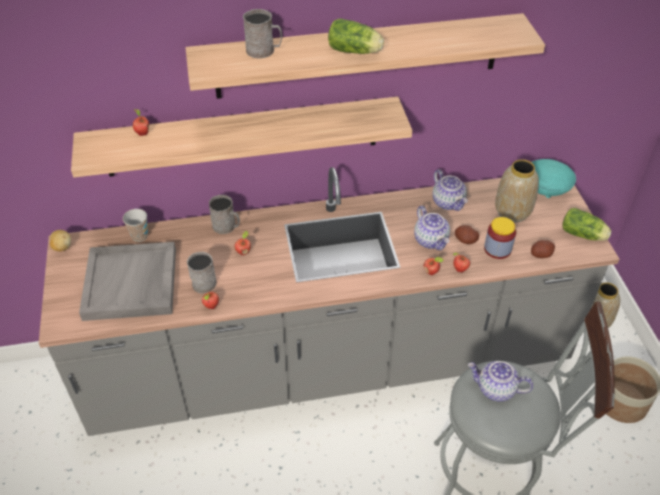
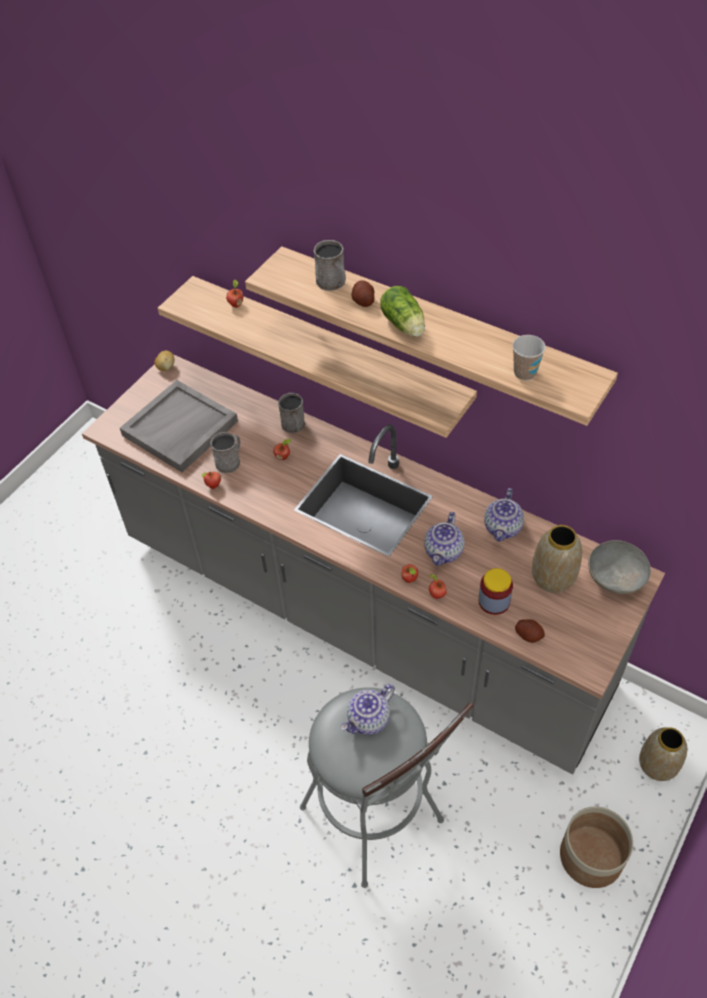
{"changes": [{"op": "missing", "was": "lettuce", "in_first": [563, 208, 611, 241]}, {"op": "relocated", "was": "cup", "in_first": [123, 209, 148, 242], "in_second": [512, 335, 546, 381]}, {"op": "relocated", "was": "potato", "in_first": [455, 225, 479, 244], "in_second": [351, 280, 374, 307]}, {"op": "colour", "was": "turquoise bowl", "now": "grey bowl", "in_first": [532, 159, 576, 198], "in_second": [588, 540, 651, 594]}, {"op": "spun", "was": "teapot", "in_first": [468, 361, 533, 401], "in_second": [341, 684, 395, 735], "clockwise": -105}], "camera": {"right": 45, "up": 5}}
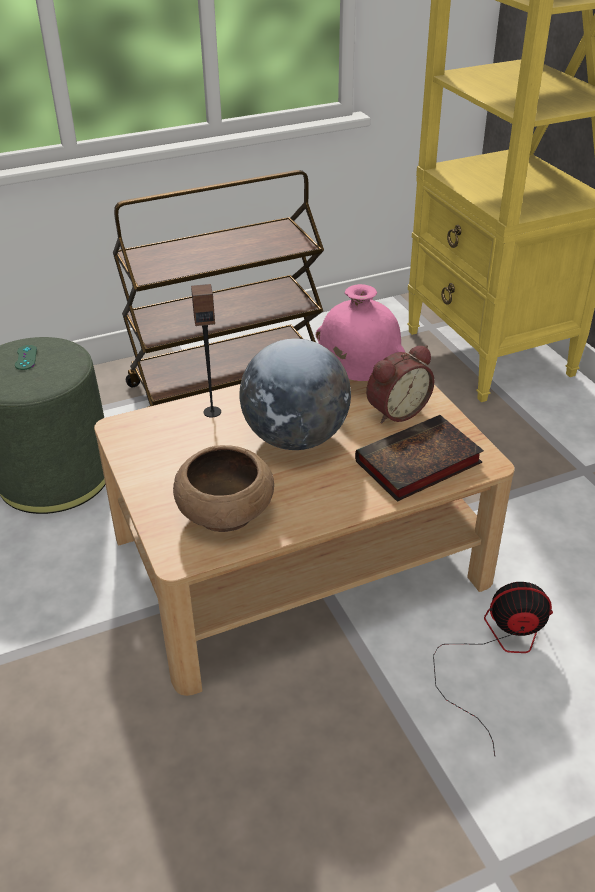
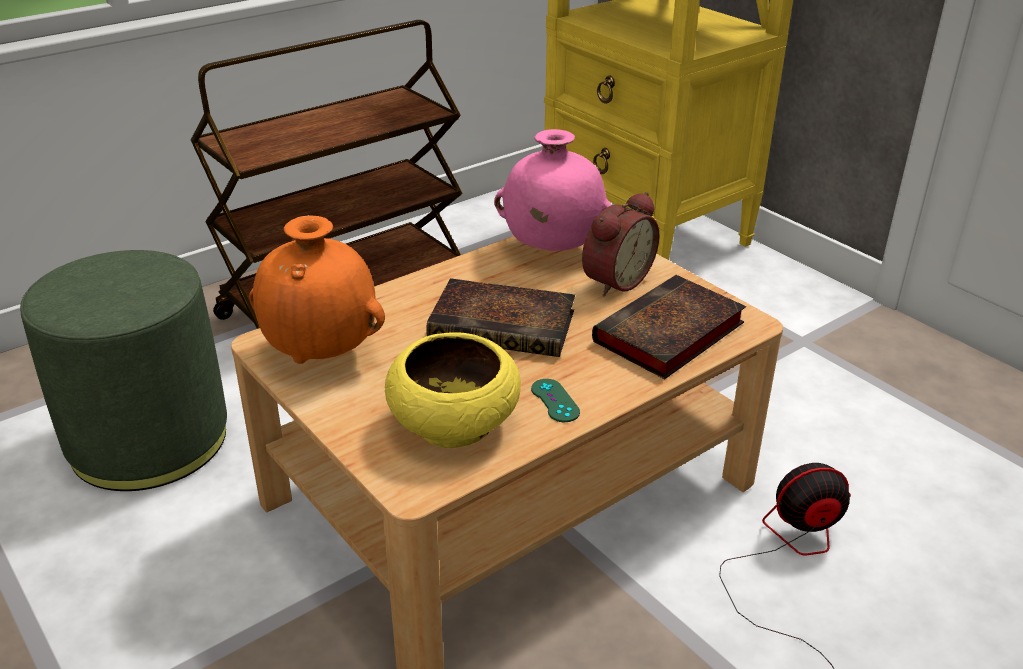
{"changes": [{"op": "missing", "was": "speaker", "in_first": [191, 284, 221, 417]}, {"op": "appeared", "now": "orange vase", "in_second": [249, 215, 385, 364]}, {"op": "relocated", "was": "green game controller", "in_first": [15, 345, 37, 370], "in_second": [531, 379, 580, 422]}, {"op": "exchanged", "was": "globe", "now": "book", "in_first": [239, 338, 351, 450], "in_second": [426, 278, 575, 357]}, {"op": "colour", "was": "brown bowl", "now": "yellow bowl", "in_first": [173, 445, 274, 532], "in_second": [385, 332, 521, 448]}], "camera": {"right": -15, "up": -5}}
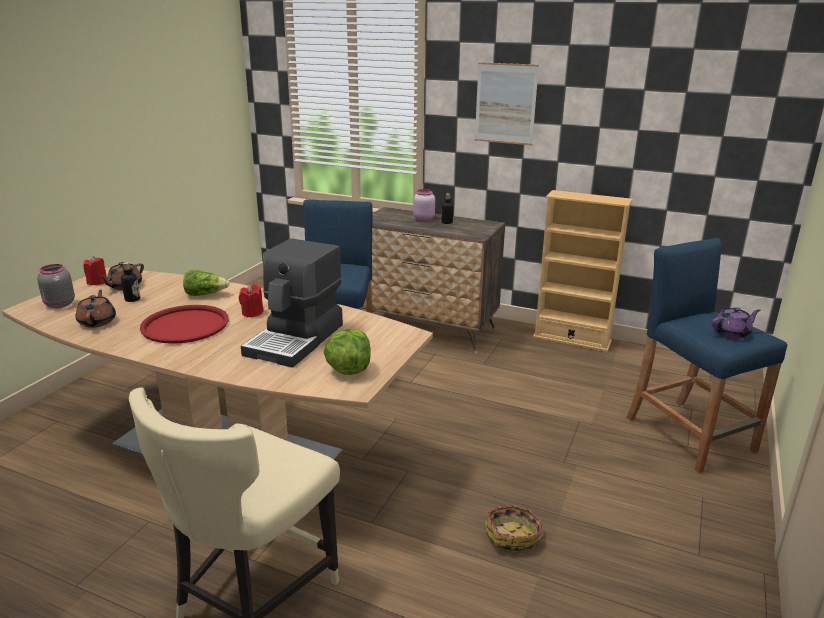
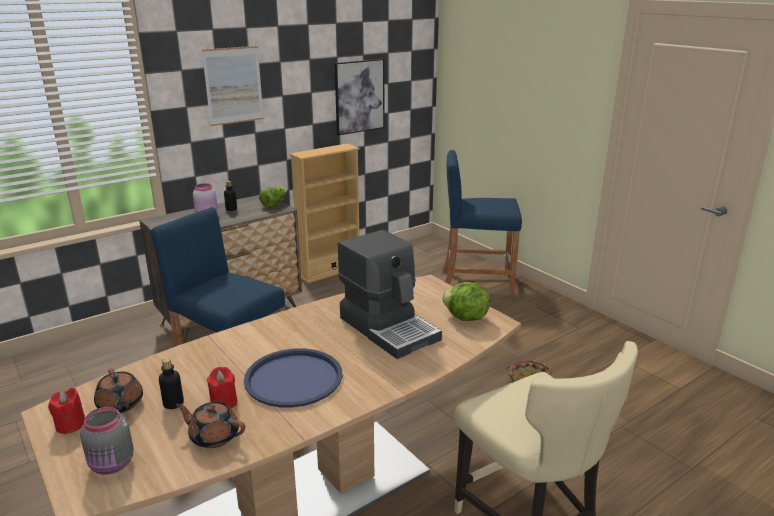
{"changes": [{"op": "missing", "was": "purple teapot", "in_first": [712, 307, 760, 338]}, {"op": "appeared", "now": "picture", "in_second": [335, 59, 384, 135]}, {"op": "relocated", "was": "lettuce", "in_first": [183, 270, 229, 296], "in_second": [259, 187, 287, 208]}, {"op": "relocated", "was": "red candle", "in_first": [239, 284, 264, 317], "in_second": [206, 367, 237, 408]}, {"op": "colour", "was": "red tray", "now": "blue tray", "in_first": [140, 305, 229, 344], "in_second": [244, 348, 343, 408]}], "camera": {"right": -60, "up": 0}}
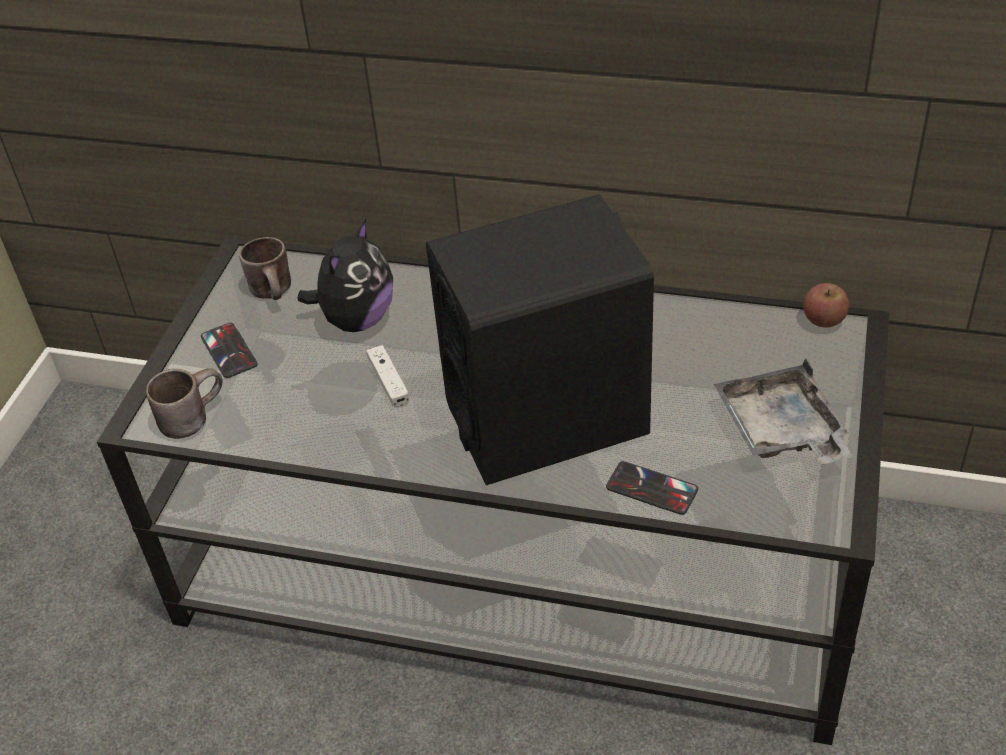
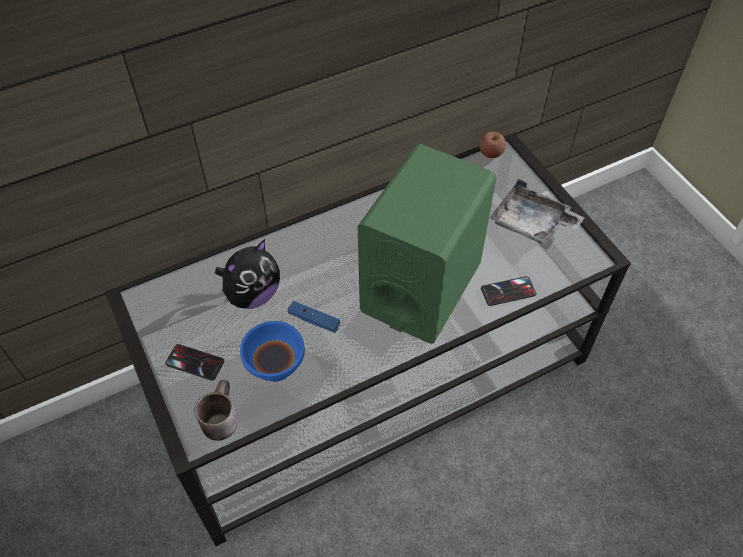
{"changes": [{"op": "missing", "was": "brown mug", "in_first": [239, 237, 291, 300]}, {"op": "appeared", "now": "blue bowl", "in_second": [240, 321, 305, 382]}, {"op": "colour", "was": "white game controller", "now": "blue game controller", "in_first": [366, 345, 410, 408], "in_second": [288, 301, 340, 333]}, {"op": "colour", "was": "black speaker", "now": "green speaker", "in_first": [426, 195, 654, 485], "in_second": [358, 144, 497, 344]}, {"op": "spun", "was": "plush toy", "in_first": [297, 218, 393, 332], "in_second": [215, 239, 280, 309], "clockwise": 60}], "camera": {"right": -45, "up": 10}}
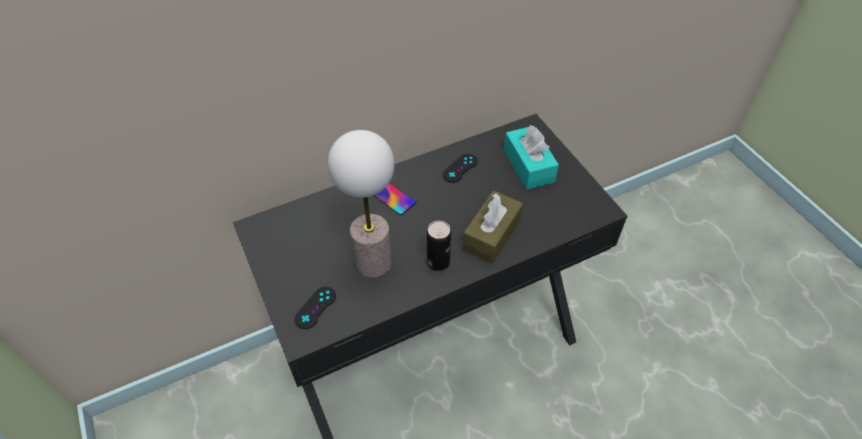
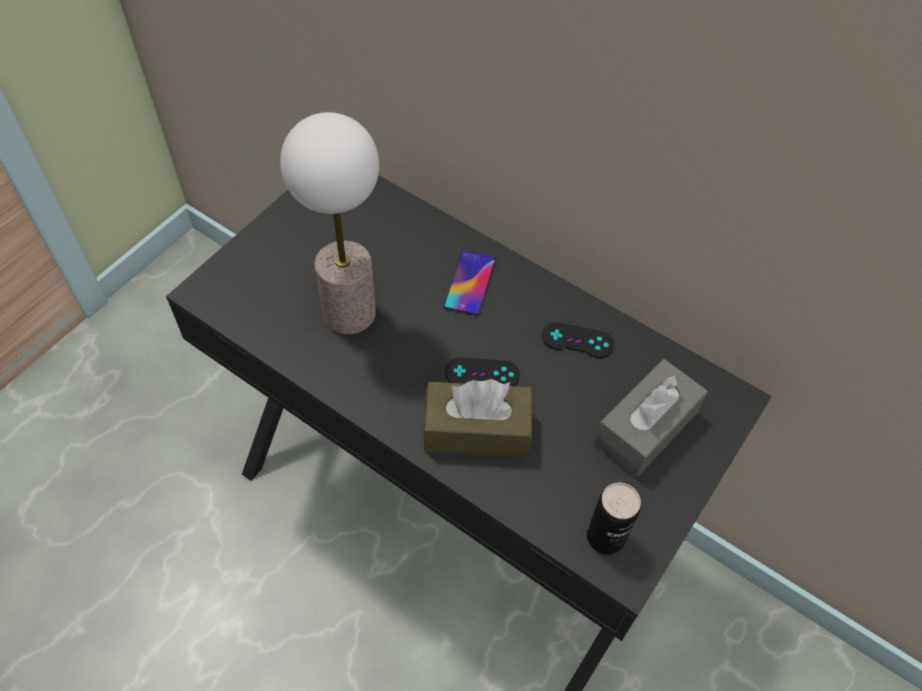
{"changes": [{"op": "relocated", "was": "black game controller", "in_first": [294, 287, 336, 329], "in_second": [445, 357, 520, 386]}, {"op": "relocated", "was": "can", "in_first": [427, 221, 451, 271], "in_second": [587, 483, 641, 555]}, {"op": "colour", "was": "turquoise tissue box", "now": "grey tissue box", "in_first": [504, 125, 559, 190], "in_second": [594, 359, 708, 477]}], "camera": {"right": 60, "up": 5}}
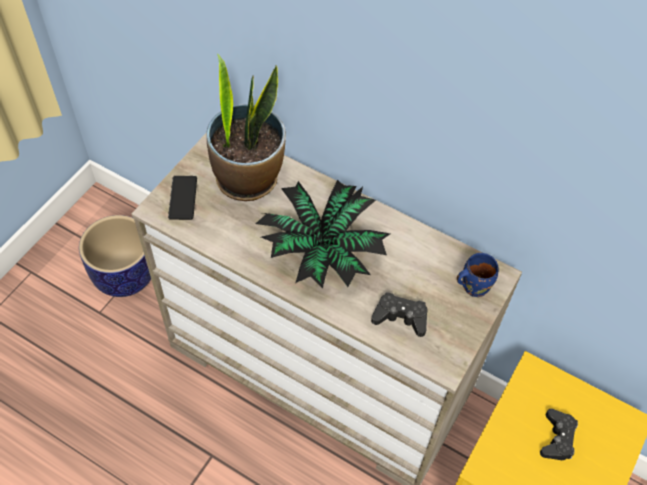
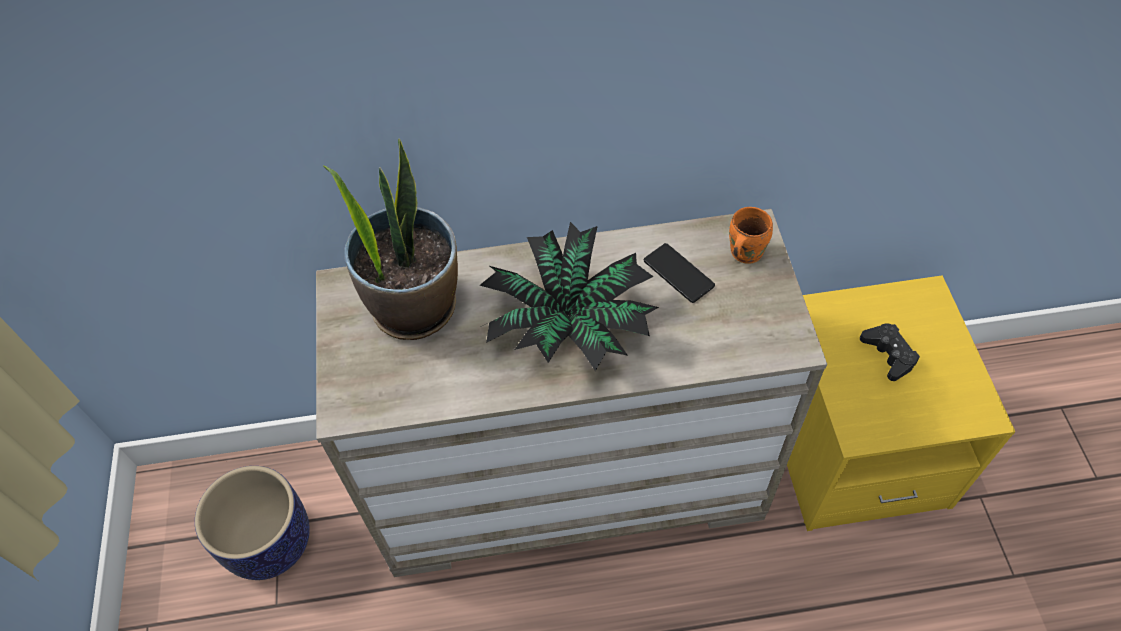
{"changes": [{"op": "missing", "was": "black game controller", "in_first": [371, 292, 428, 337]}, {"op": "relocated", "was": "phone", "in_first": [168, 176, 197, 220], "in_second": [644, 243, 715, 303]}, {"op": "colour", "was": "blue mug", "now": "orange mug", "in_first": [457, 253, 498, 297], "in_second": [729, 207, 773, 264]}], "camera": {"right": -35, "up": 0}}
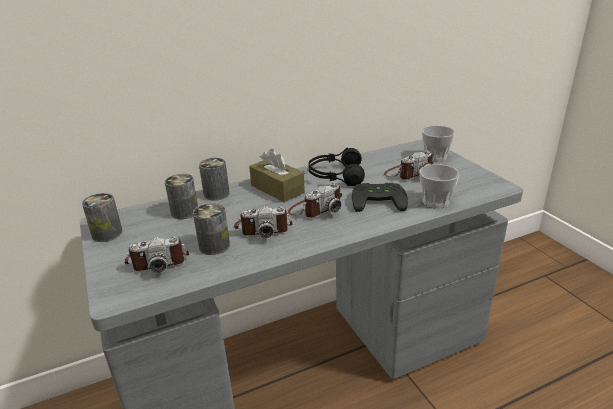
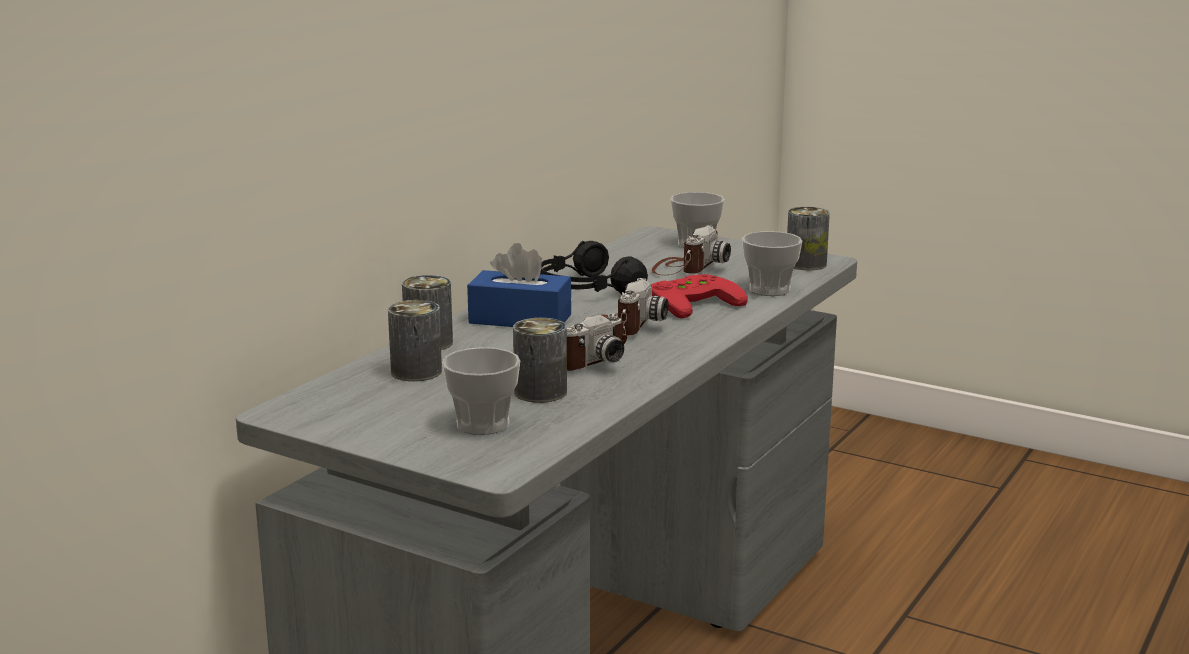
{"changes": [{"op": "relocated", "was": "can", "in_first": [82, 193, 123, 242], "in_second": [787, 207, 830, 270]}, {"op": "exchanged", "was": "photo camera", "now": "cup", "in_first": [124, 237, 189, 273], "in_second": [442, 347, 520, 435]}, {"op": "colour", "was": "brown tissue box", "now": "blue tissue box", "in_first": [249, 149, 305, 202], "in_second": [467, 243, 571, 327]}, {"op": "colour", "was": "black game controller", "now": "red game controller", "in_first": [352, 183, 408, 212], "in_second": [651, 274, 748, 319]}], "camera": {"right": -35, "up": -10}}
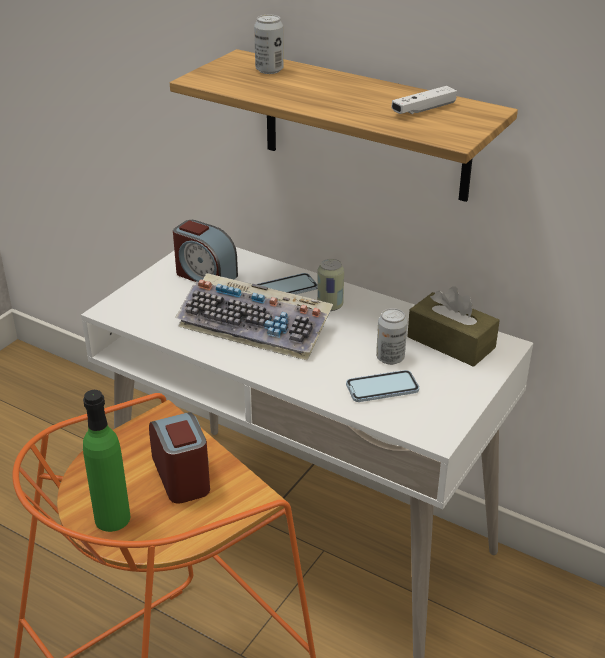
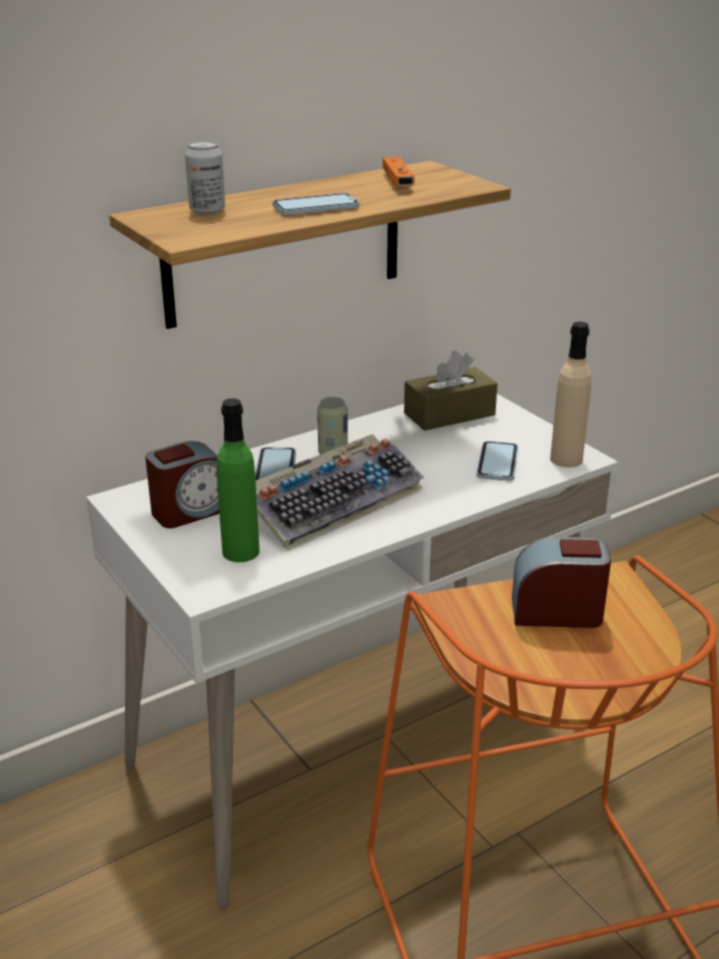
{"changes": [{"op": "missing", "was": "can", "in_first": [376, 308, 407, 365]}, {"op": "appeared", "now": "phone", "in_second": [272, 193, 359, 215]}, {"op": "appeared", "now": "beige bottle", "in_second": [550, 322, 591, 468]}, {"op": "relocated", "was": "green bottle", "in_first": [83, 390, 130, 532], "in_second": [216, 398, 260, 562]}, {"op": "colour", "was": "white game controller", "now": "orange game controller", "in_first": [391, 86, 457, 114], "in_second": [383, 157, 415, 187]}], "camera": {"right": -65, "up": -5}}
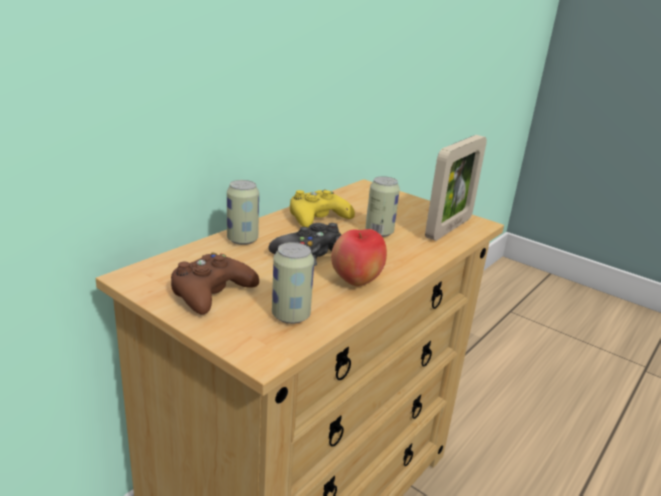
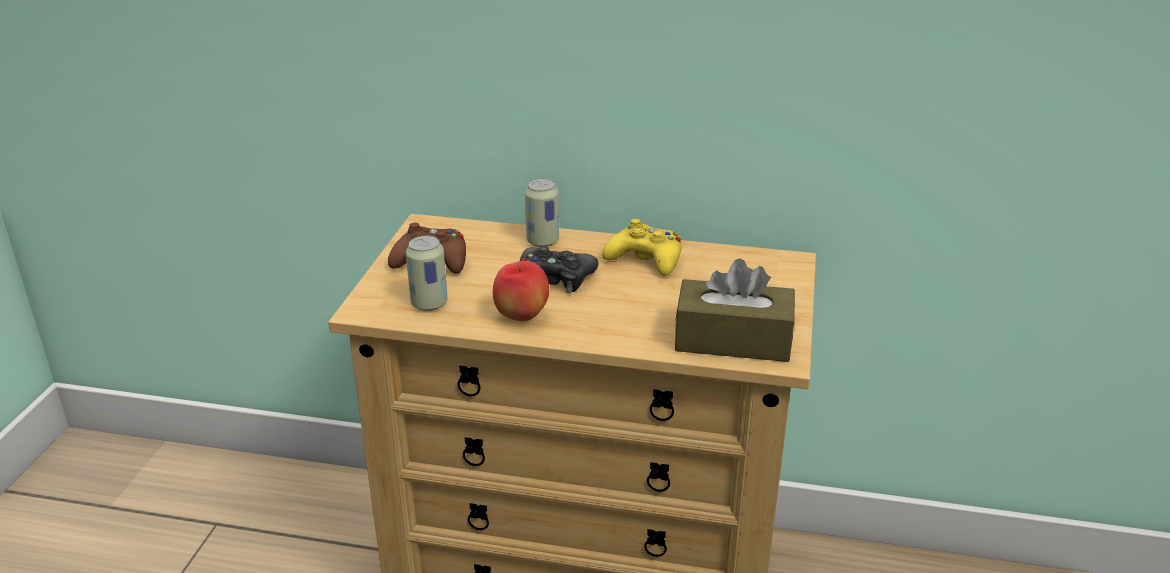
{"changes": [{"op": "missing", "was": "can", "in_first": [366, 176, 400, 237]}, {"op": "exchanged", "was": "picture frame", "now": "brown tissue box", "in_first": [425, 135, 487, 241], "in_second": [675, 259, 795, 362]}], "camera": {"right": 65, "up": 5}}
